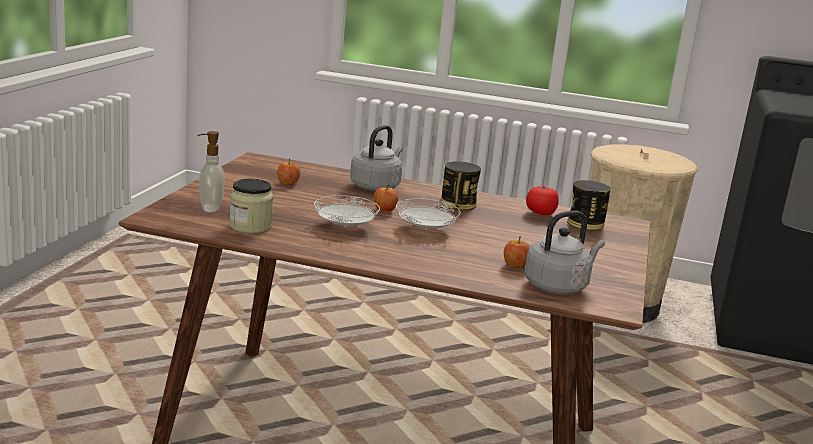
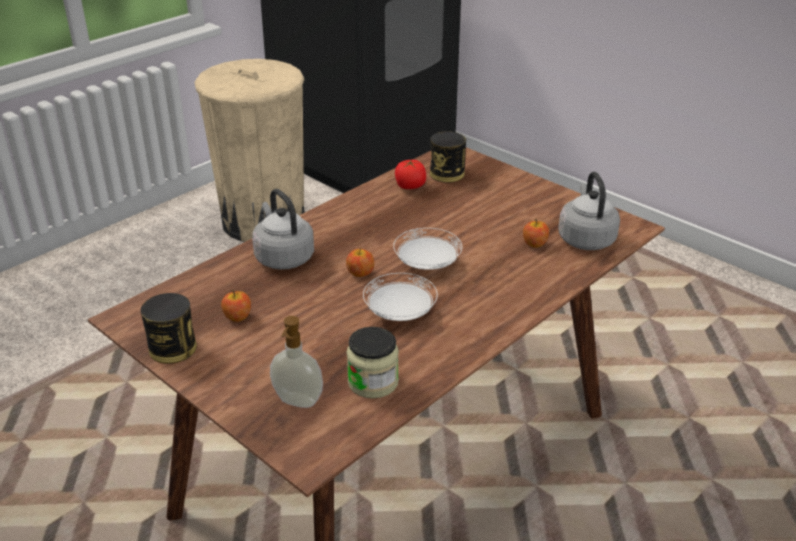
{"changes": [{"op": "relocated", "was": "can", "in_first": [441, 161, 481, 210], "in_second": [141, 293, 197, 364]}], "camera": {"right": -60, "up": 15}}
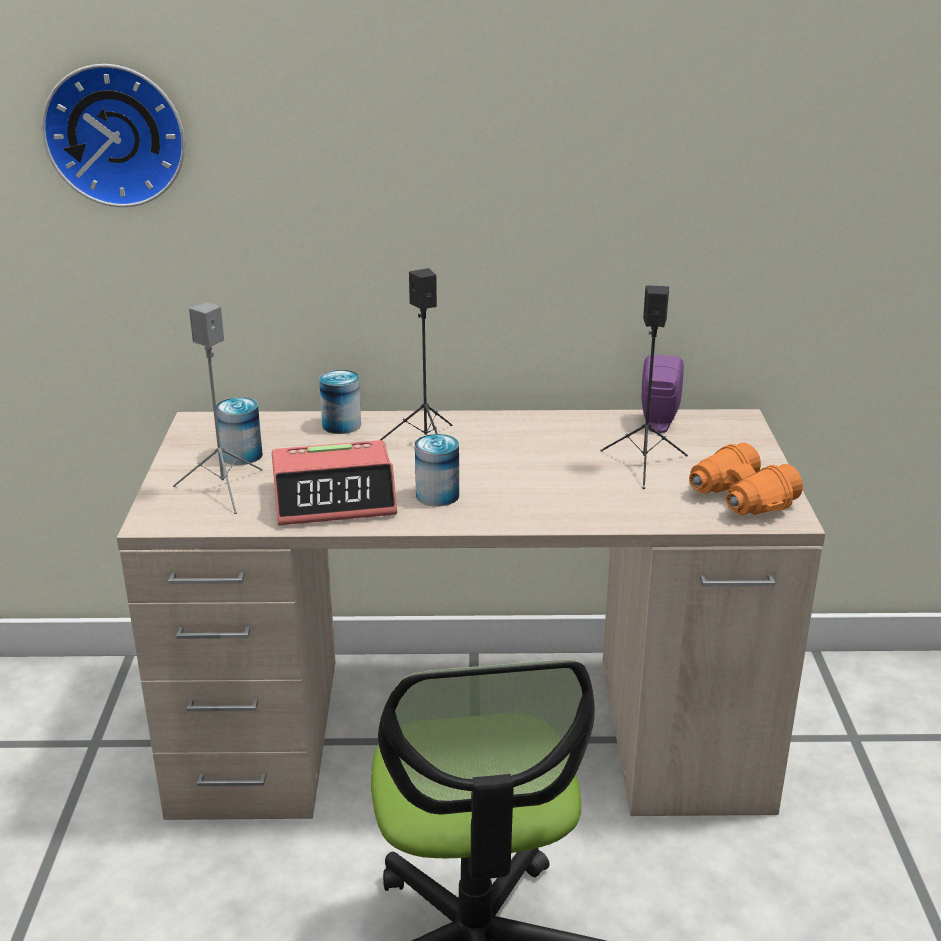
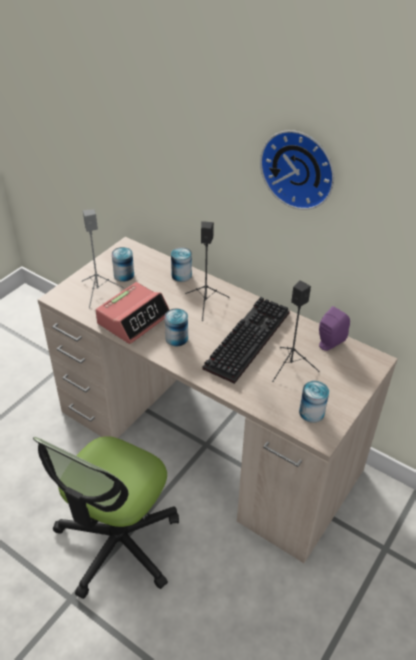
{"changes": [{"op": "appeared", "now": "keyboard", "in_second": [203, 297, 290, 384]}, {"op": "relocated", "was": "wall clock", "in_first": [42, 64, 185, 207], "in_second": [260, 130, 334, 210]}, {"op": "exchanged", "was": "orange binoculars", "now": "can", "in_first": [689, 443, 803, 515], "in_second": [299, 381, 329, 423]}, {"op": "spun", "was": "alarm clock", "in_first": [272, 440, 397, 525], "in_second": [95, 282, 170, 344], "clockwise": -75}], "camera": {"right": 35, "up": 15}}
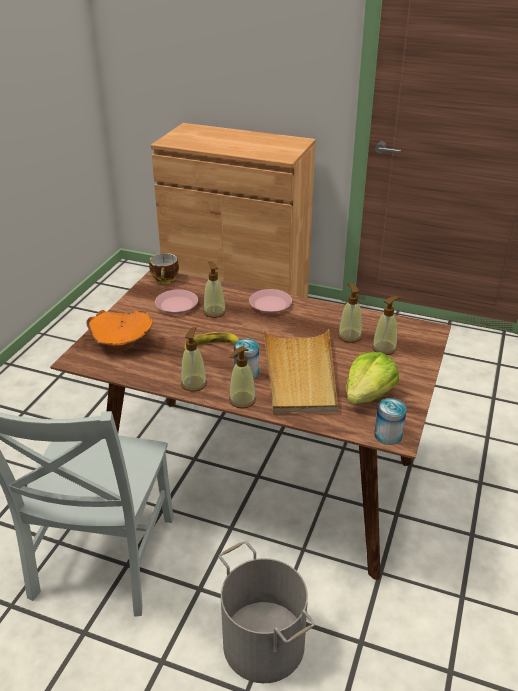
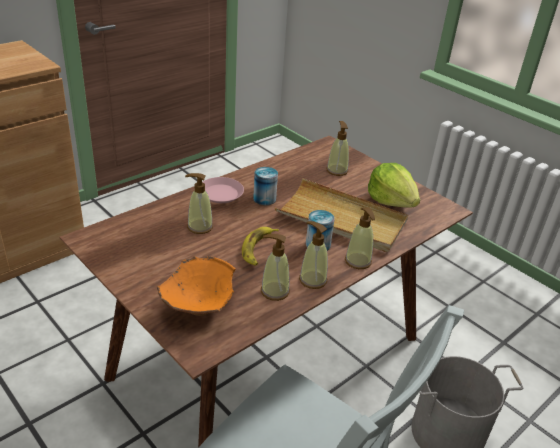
{"changes": [{"op": "missing", "was": "cup", "in_first": [149, 253, 179, 284]}, {"op": "missing", "was": "pink plate", "in_first": [155, 290, 198, 314]}, {"op": "relocated", "was": "soap dispenser", "in_first": [338, 283, 362, 343], "in_second": [261, 234, 290, 301]}, {"op": "relocated", "was": "can", "in_first": [374, 398, 407, 445], "in_second": [253, 167, 278, 205]}], "camera": {"right": -65, "up": 0}}
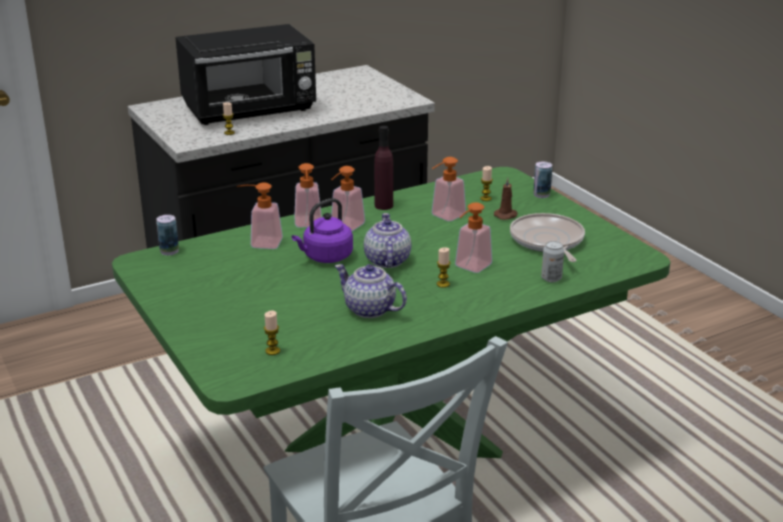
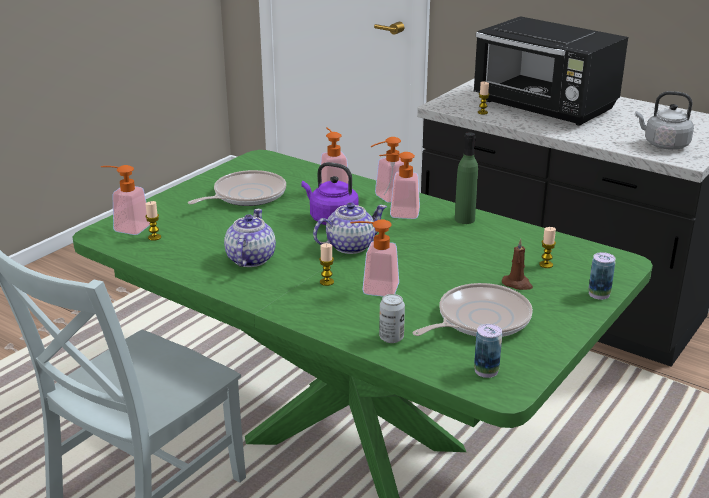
{"changes": [{"op": "appeared", "now": "frying pan", "in_second": [188, 170, 286, 206]}, {"op": "appeared", "now": "grey kettle", "in_second": [635, 91, 694, 150]}, {"op": "relocated", "was": "can", "in_first": [156, 215, 179, 255], "in_second": [474, 324, 502, 378]}, {"op": "relocated", "was": "soap dispenser", "in_first": [432, 157, 466, 221], "in_second": [101, 165, 150, 235]}, {"op": "colour", "was": "purple bottle", "now": "green bottle", "in_first": [374, 126, 393, 210], "in_second": [455, 132, 478, 224]}], "camera": {"right": 65, "up": 0}}
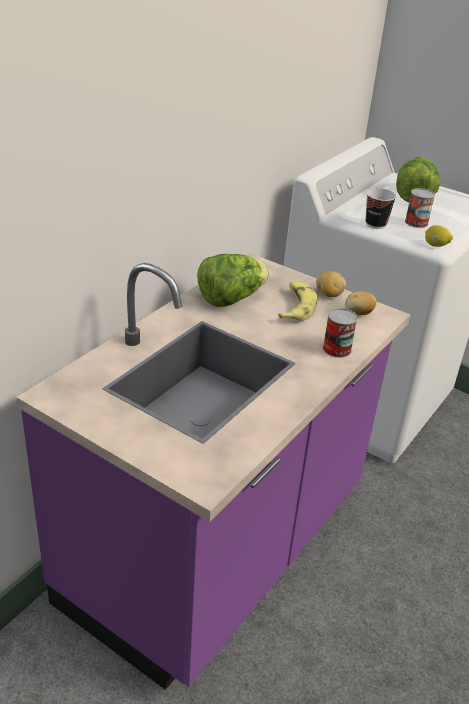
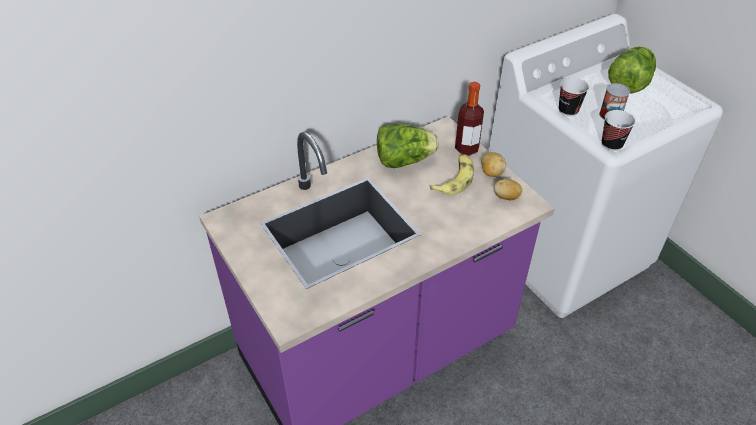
{"changes": [{"op": "missing", "was": "can", "in_first": [323, 308, 358, 358]}, {"op": "appeared", "now": "bottle", "in_second": [455, 82, 484, 156]}, {"op": "exchanged", "was": "lemon", "now": "cup", "in_first": [425, 225, 453, 247], "in_second": [602, 110, 636, 151]}], "camera": {"right": 25, "up": 10}}
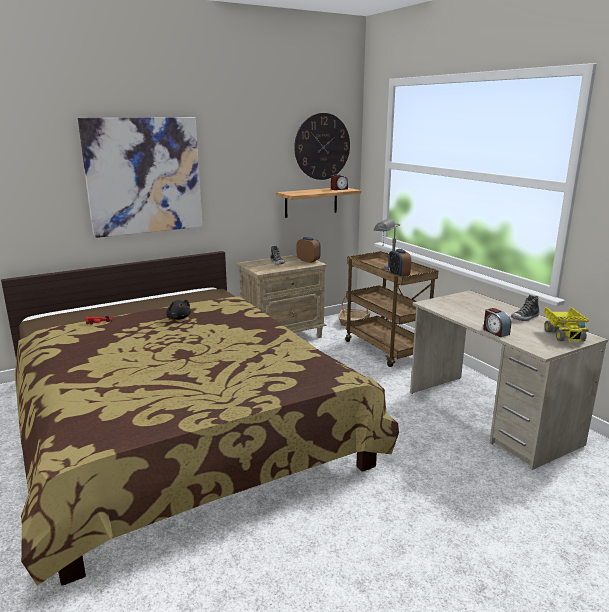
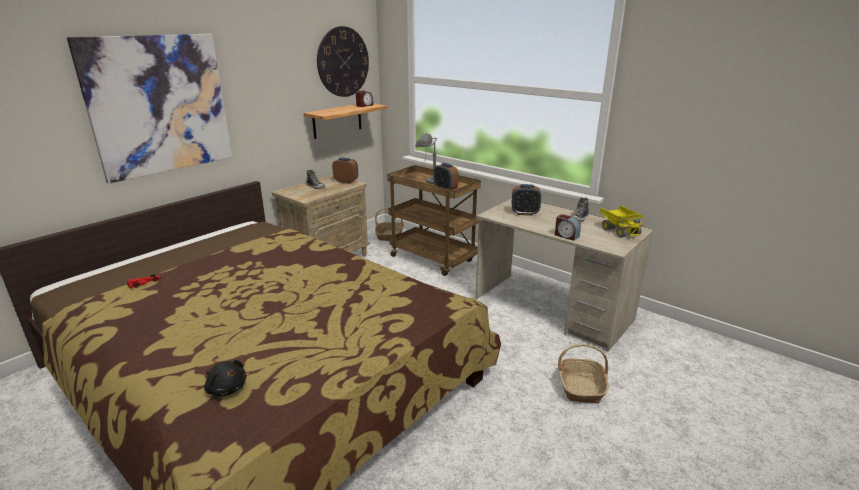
{"changes": [{"op": "appeared", "now": "alarm clock", "in_second": [512, 184, 541, 216]}, {"op": "appeared", "now": "basket", "in_second": [558, 344, 609, 404]}, {"op": "relocated", "was": "black plush toy", "in_first": [166, 300, 191, 320], "in_second": [204, 360, 247, 397]}], "camera": {"right": -20, "up": 5}}
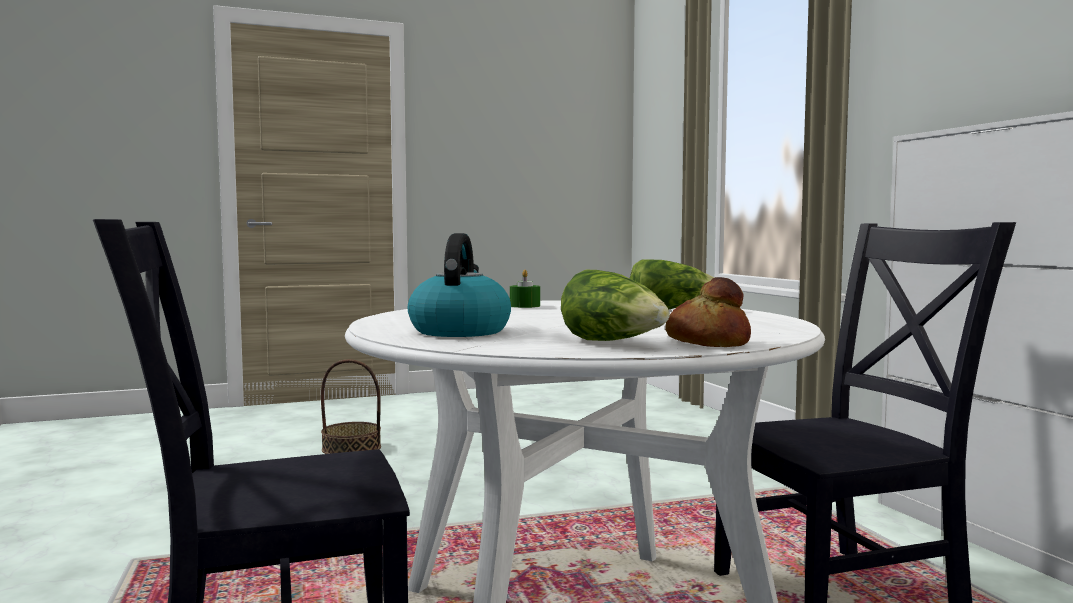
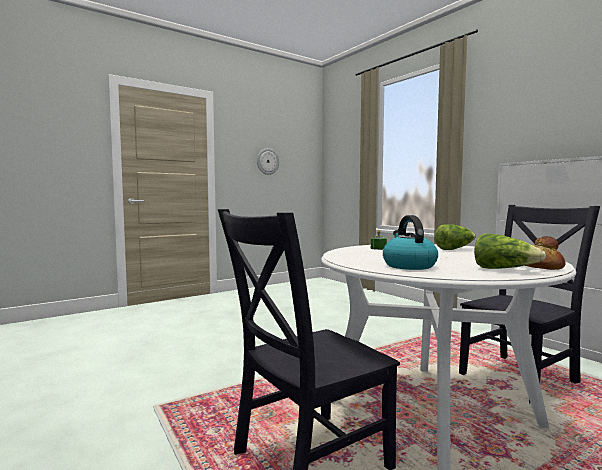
{"changes": [{"op": "missing", "was": "basket", "in_first": [321, 359, 381, 454]}, {"op": "appeared", "now": "wall clock", "in_second": [257, 148, 279, 175]}], "camera": {"right": -15, "up": 0}}
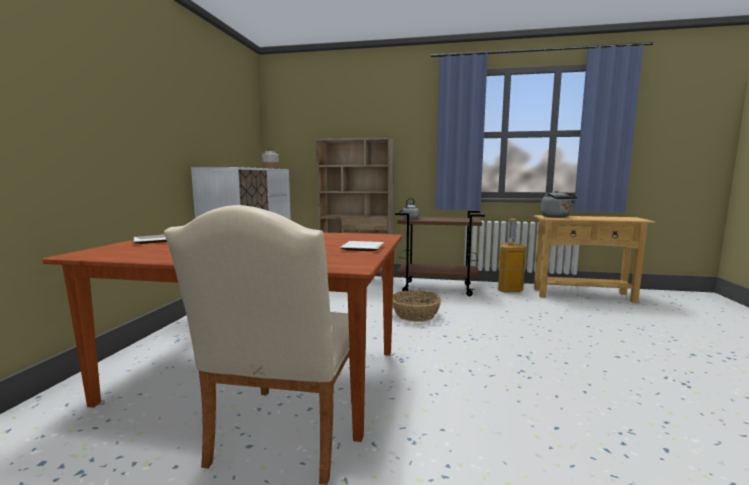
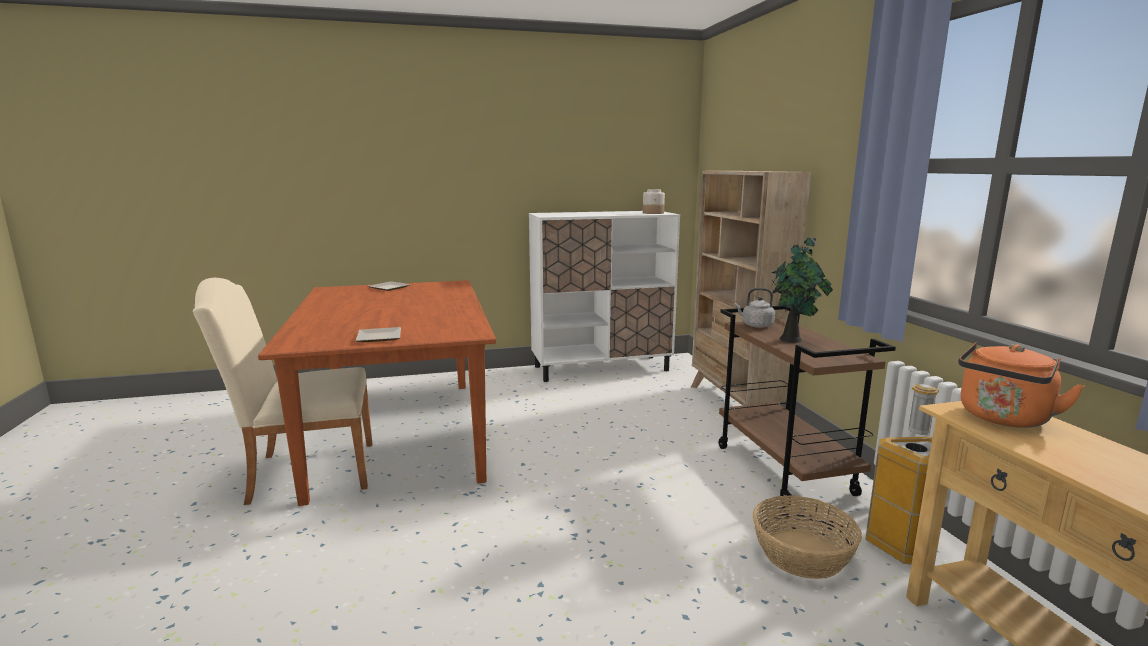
{"changes": [{"op": "appeared", "now": "potted plant", "in_second": [771, 237, 833, 343]}, {"op": "relocated", "was": "basket", "in_first": [393, 290, 441, 322], "in_second": [753, 495, 862, 579]}, {"op": "colour", "was": "grey kettle", "now": "orange kettle", "in_first": [541, 191, 577, 218], "in_second": [958, 342, 1085, 428]}], "camera": {"right": 65, "up": 5}}
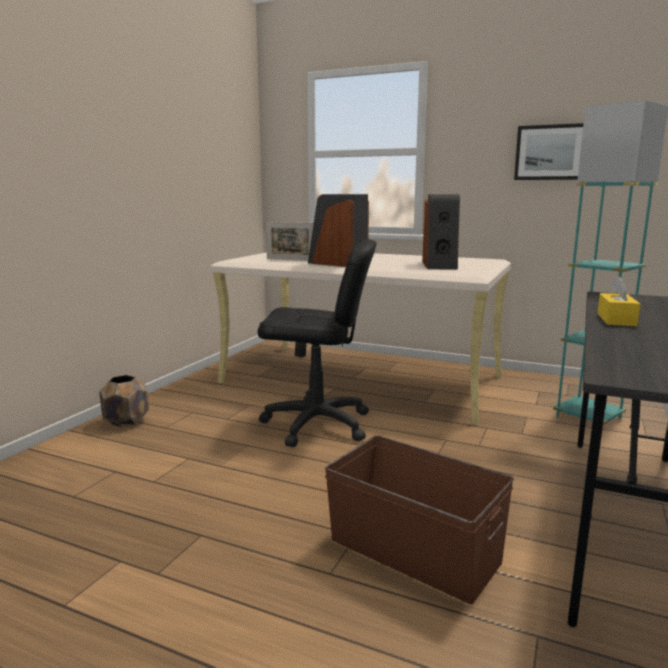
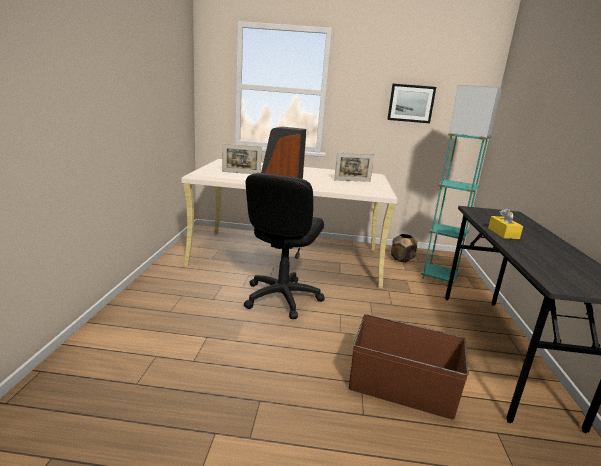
{"changes": [{"op": "relocated", "was": "brown planter", "in_first": [99, 375, 149, 427], "in_second": [391, 234, 417, 262]}, {"op": "exchanged", "was": "speaker", "now": "picture frame", "in_first": [422, 194, 460, 270], "in_second": [334, 153, 374, 182]}, {"op": "spun", "was": "black office chair", "in_first": [258, 239, 377, 447], "in_second": [244, 173, 325, 319], "clockwise": 120}], "camera": {"right": -20, "up": 5}}
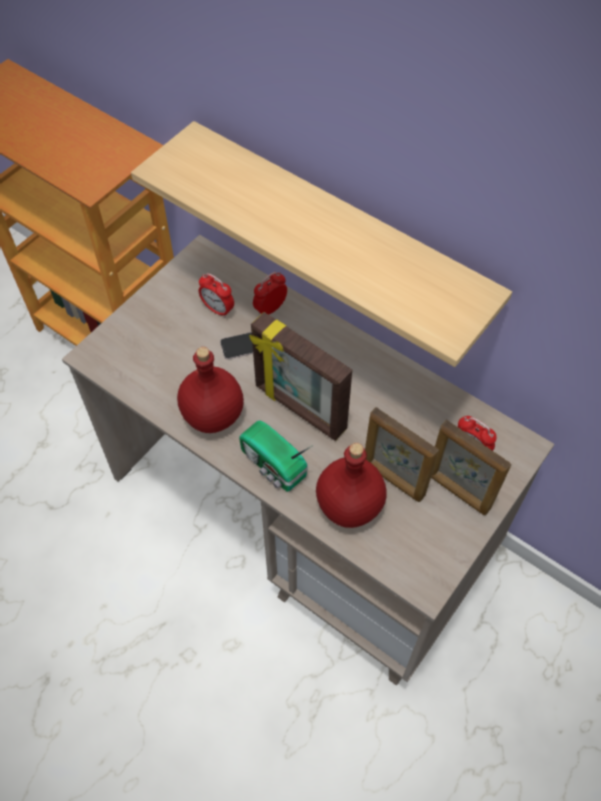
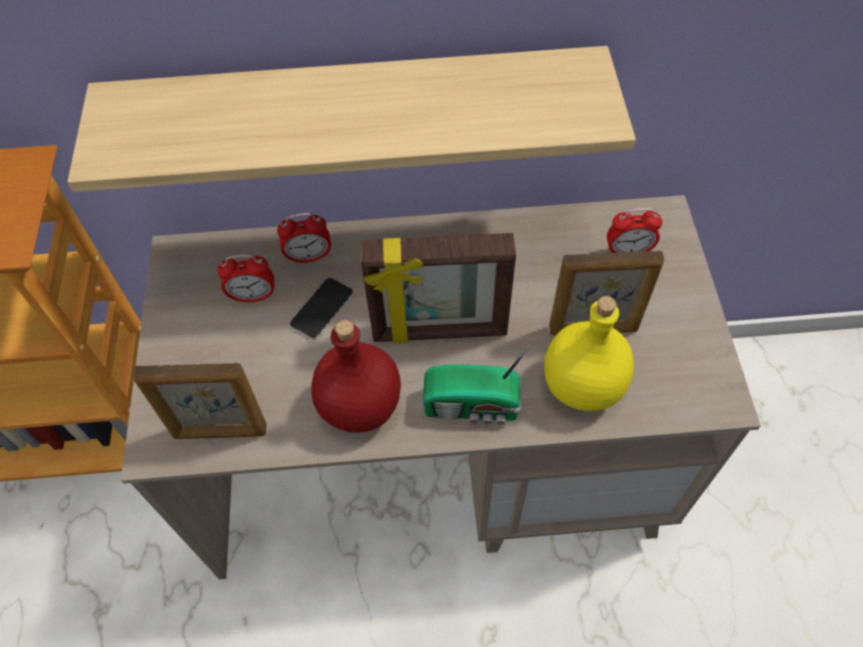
{"changes": [{"op": "relocated", "was": "picture frame", "in_first": [431, 419, 511, 515], "in_second": [132, 363, 267, 439]}, {"op": "colour", "was": "red bottle", "now": "yellow bottle", "in_first": [316, 443, 387, 528], "in_second": [544, 296, 634, 411]}, {"op": "spun", "was": "alarm clock", "in_first": [253, 272, 287, 314], "in_second": [277, 213, 331, 264], "clockwise": -105}], "camera": {"right": -40, "up": 0}}
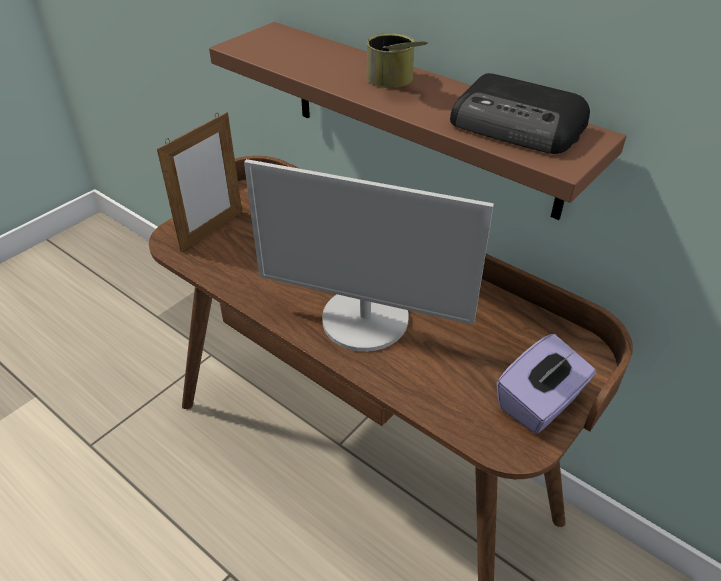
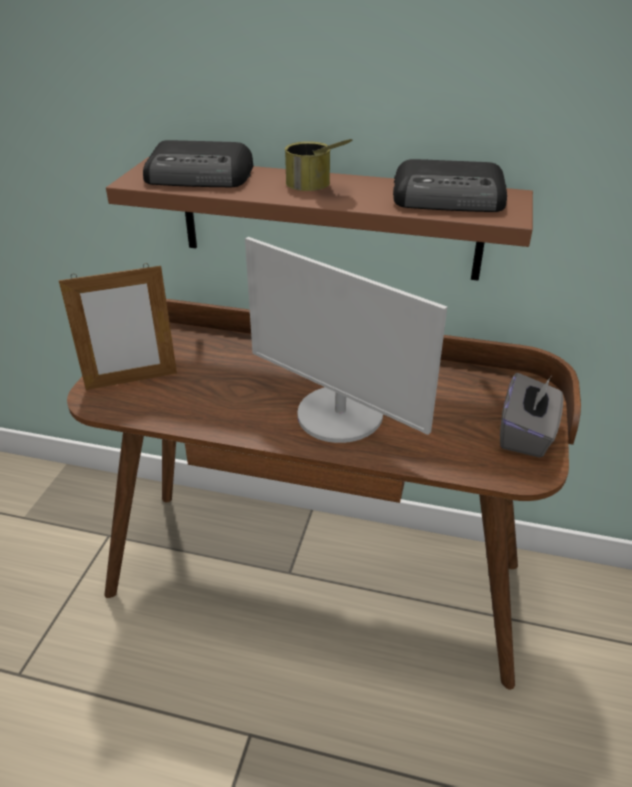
{"changes": [{"op": "appeared", "now": "radio", "in_second": [143, 140, 253, 187]}, {"op": "colour", "was": "purple tissue box", "now": "grey tissue box", "in_first": [496, 334, 596, 434], "in_second": [500, 373, 564, 458]}, {"op": "spun", "was": "picture frame", "in_first": [157, 112, 242, 252], "in_second": [59, 263, 177, 390], "clockwise": 60}, {"op": "spun", "was": "monitor", "in_first": [244, 159, 494, 352], "in_second": [245, 237, 447, 443], "clockwise": 45}], "camera": {"right": -25, "up": -5}}
